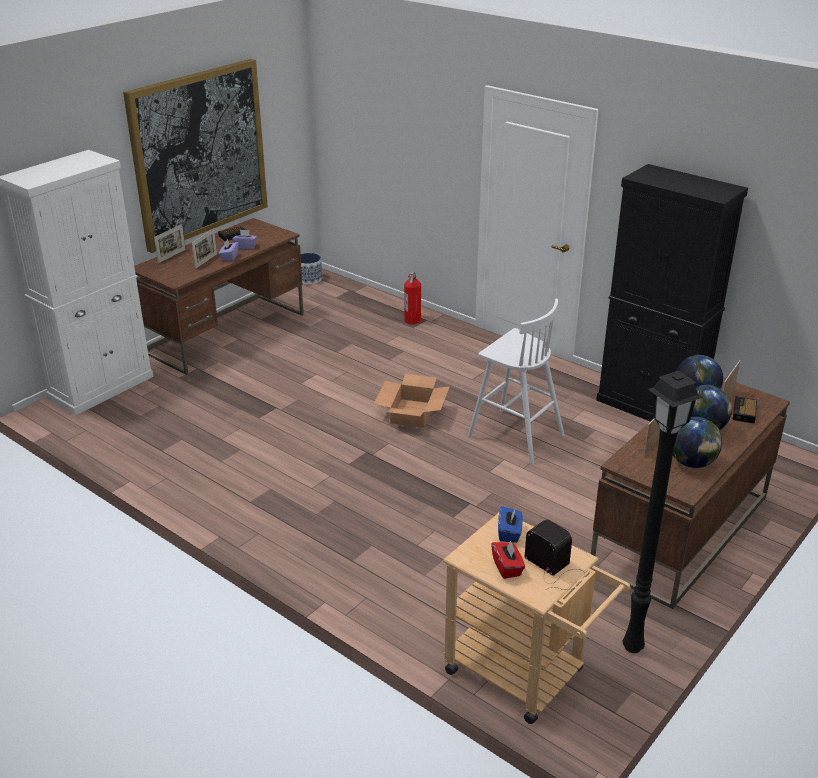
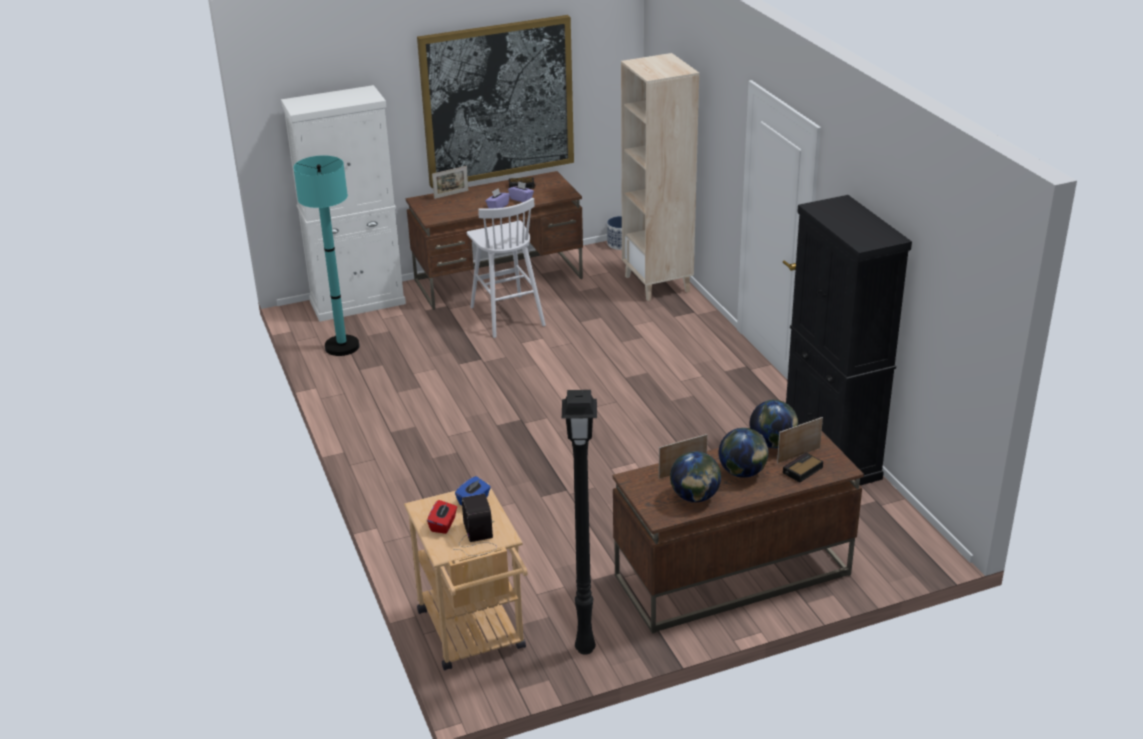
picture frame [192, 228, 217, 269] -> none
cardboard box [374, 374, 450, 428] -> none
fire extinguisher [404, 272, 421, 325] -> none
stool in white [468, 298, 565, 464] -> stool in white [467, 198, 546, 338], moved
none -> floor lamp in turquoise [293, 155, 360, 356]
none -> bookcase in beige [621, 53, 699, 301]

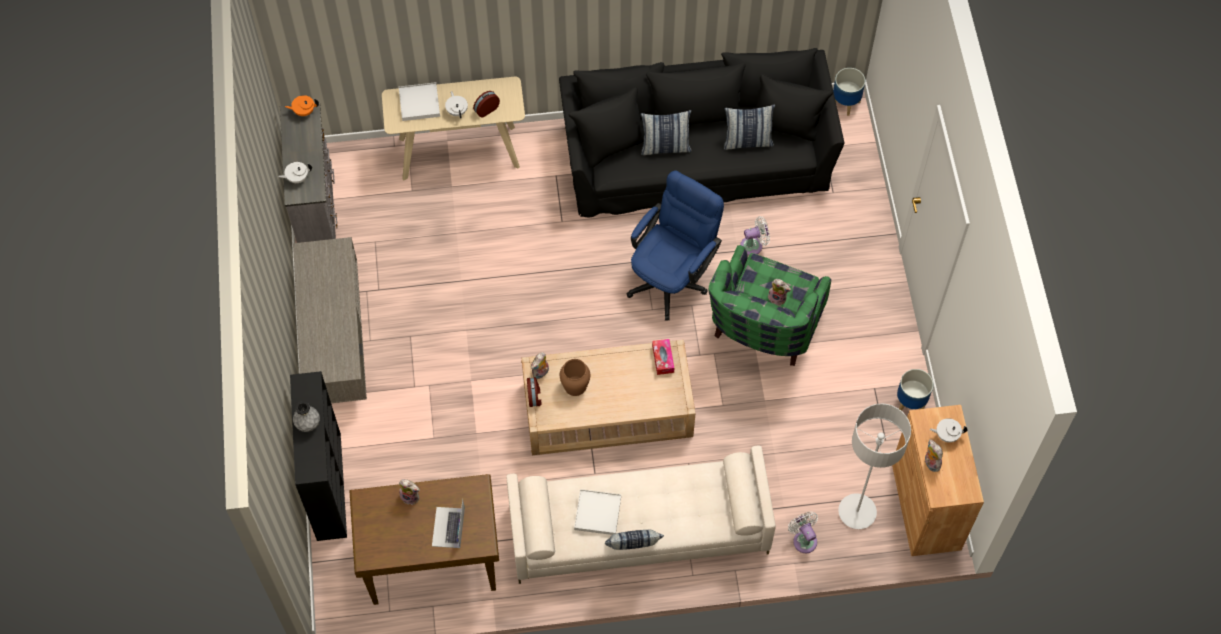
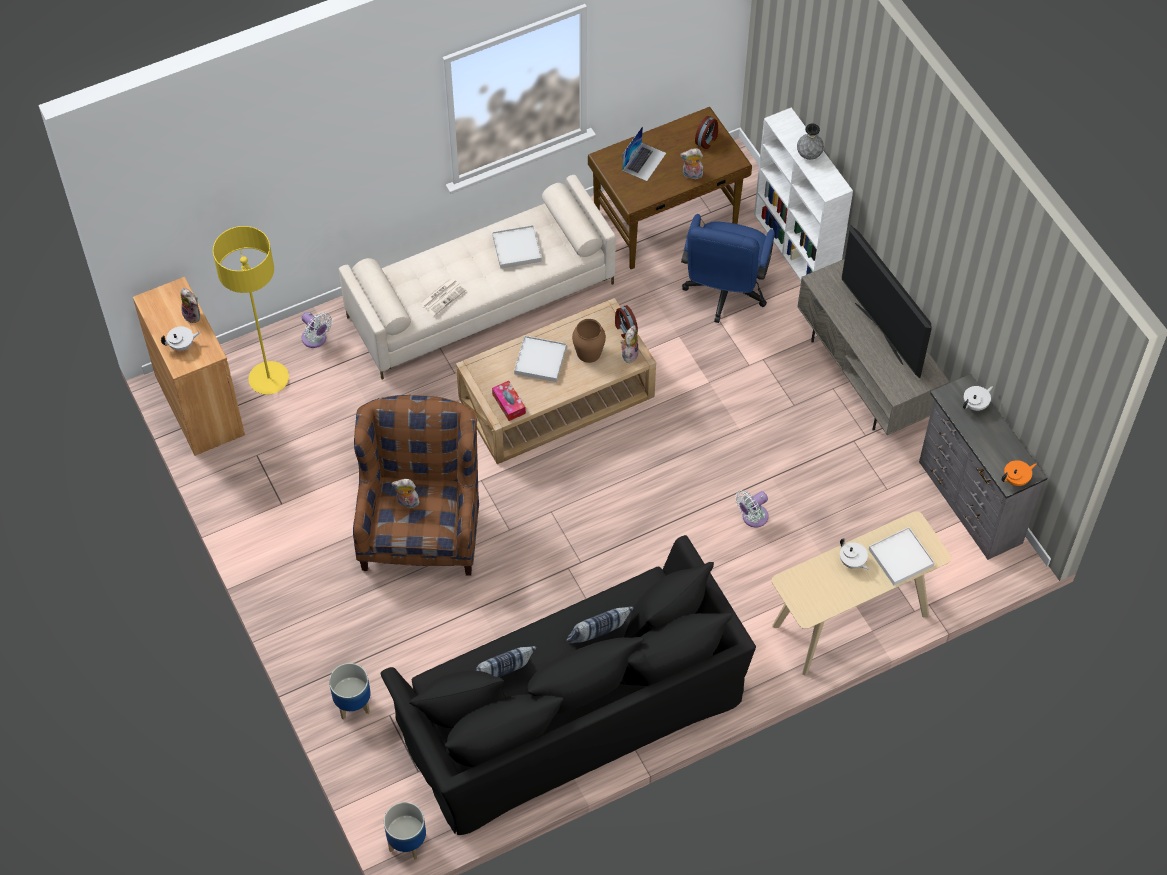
bookcase in black [290, 371, 347, 541] -> bookcase in white [754, 108, 853, 280]
laptop [432, 499, 465, 548] -> laptop [622, 126, 666, 181], 45 degrees clockwise
alarm clock [473, 91, 500, 117] -> alarm clock [695, 116, 718, 149], moved
pillow [605, 530, 664, 550] -> none
office chair in blue [627, 170, 724, 320] -> office chair in blue [681, 214, 775, 323], moved
armchair in green [708, 245, 831, 366] -> armchair in brown [353, 395, 479, 576]
fan in white [740, 216, 770, 256] -> fan in white [735, 490, 769, 527], moved
floor lamp in grey [838, 403, 911, 529] -> floor lamp in yellow [213, 226, 289, 395]
planter [897, 369, 933, 411] -> planter [329, 663, 371, 720], moved
none -> newspaper [419, 278, 466, 316]
none -> tray in white [514, 336, 567, 382]
none -> television [842, 225, 932, 378]

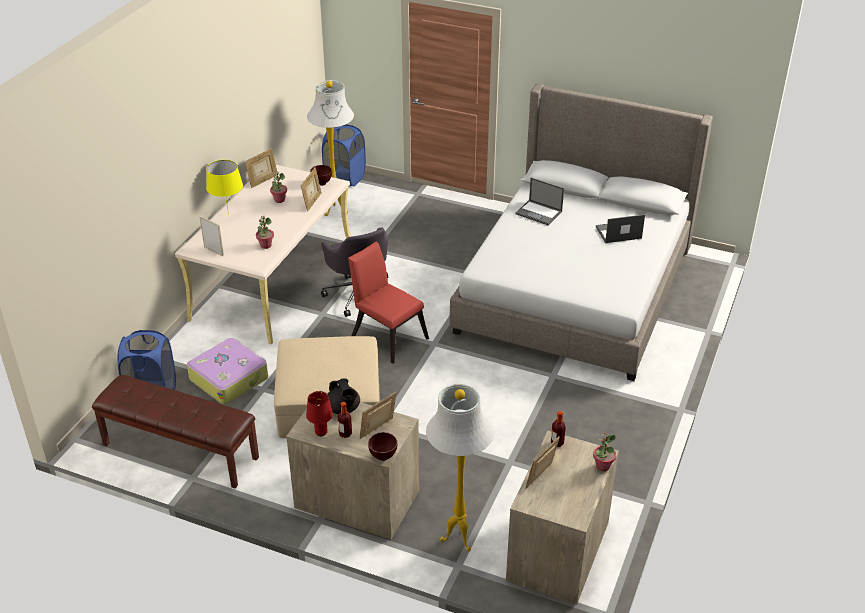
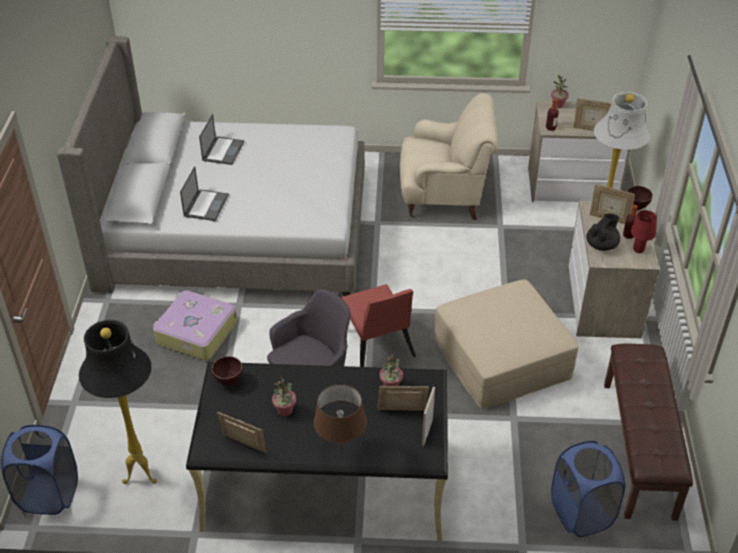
desk in beige [175, 165, 350, 345] -> desk in black [186, 362, 448, 542]
suitcase [187, 338, 268, 404] -> suitcase [153, 290, 237, 361], moved
table lamp in yellow [206, 160, 243, 215] -> table lamp in brown [314, 384, 367, 444]
picture frame [301, 167, 322, 211] -> picture frame [378, 386, 429, 411], moved
floor lamp in white [307, 80, 354, 216] -> floor lamp in black [79, 320, 157, 484]
chair in red [348, 242, 429, 364] -> chair in red [341, 284, 416, 367], 45 degrees counterclockwise
laptop [596, 214, 645, 243] -> laptop [199, 114, 244, 165], 135 degrees counterclockwise
none -> armchair in beige [400, 93, 498, 220]

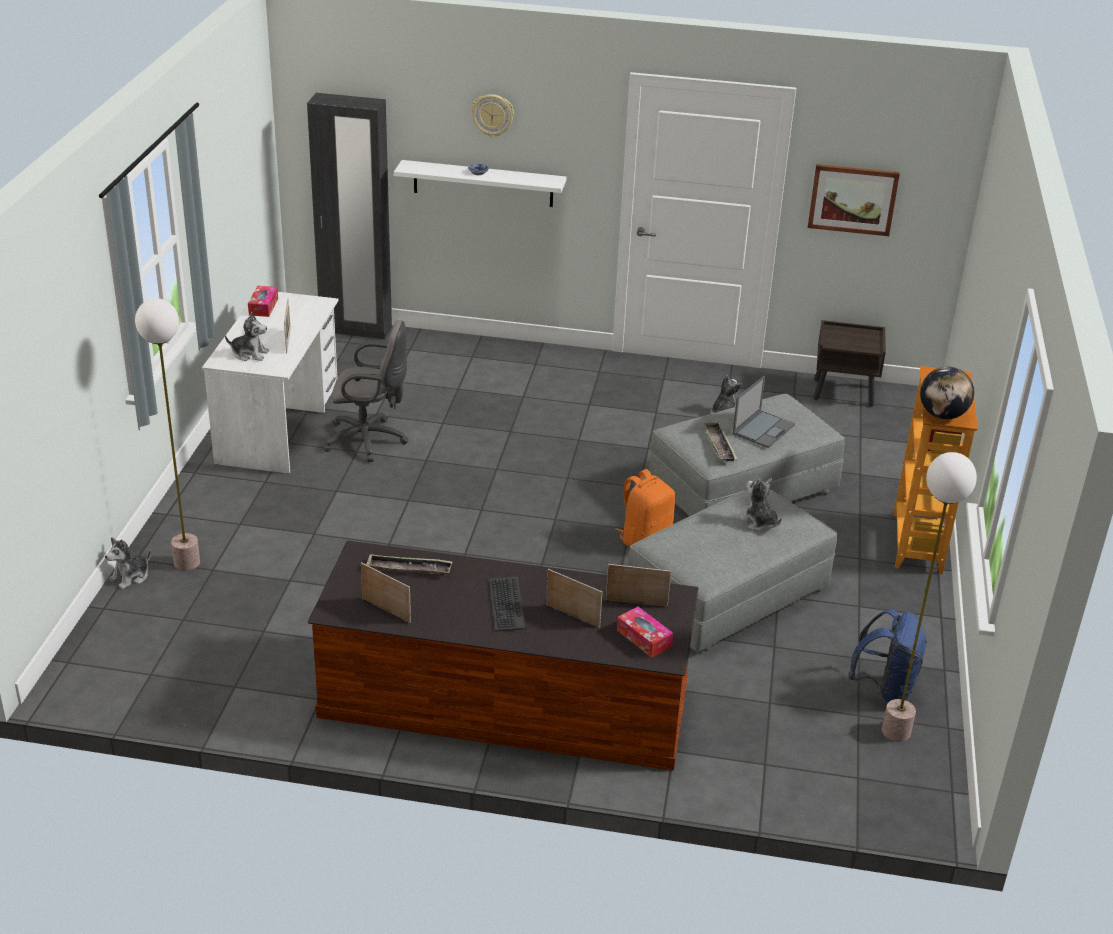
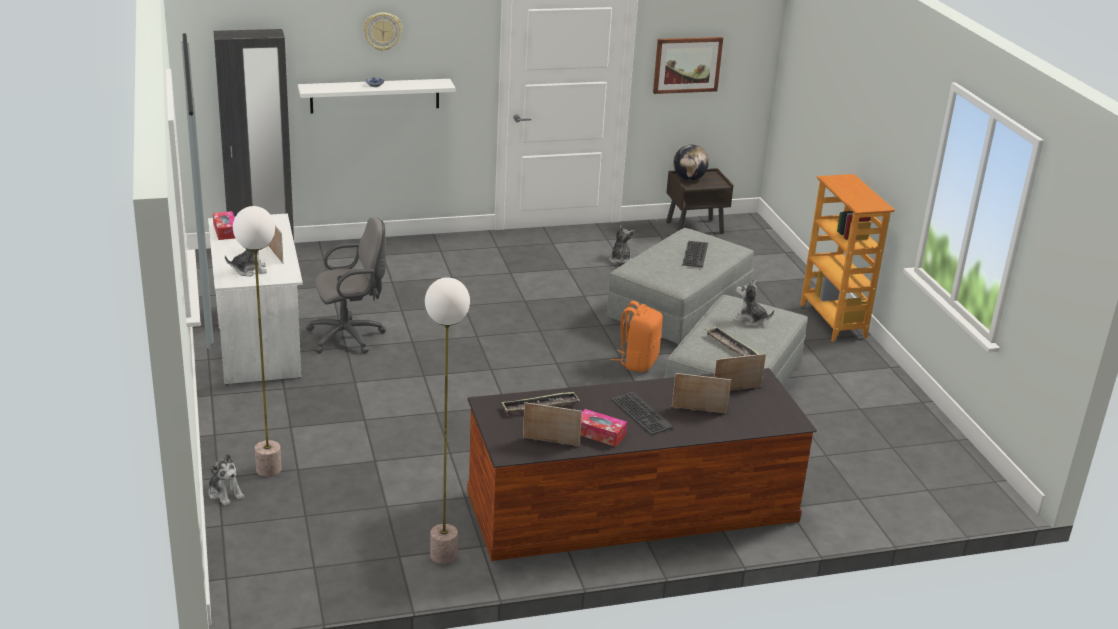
plush toy [105, 537, 151, 590] -> plush toy [209, 453, 244, 506], 60 degrees counterclockwise
tissue box [617, 607, 673, 658] -> tissue box [580, 409, 627, 447], moved
tray [703, 421, 737, 461] -> tray [705, 326, 759, 356], moved
laptop [732, 375, 795, 448] -> keyboard [682, 241, 708, 267]
backpack in blue [848, 609, 927, 706] -> none
floor lamp [882, 452, 977, 742] -> floor lamp [425, 278, 470, 564], moved
globe [920, 367, 974, 419] -> globe [673, 145, 709, 180], moved

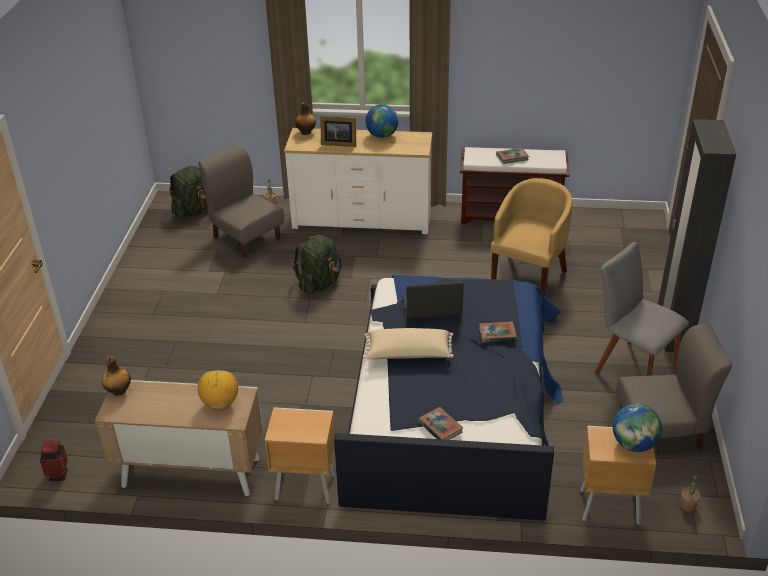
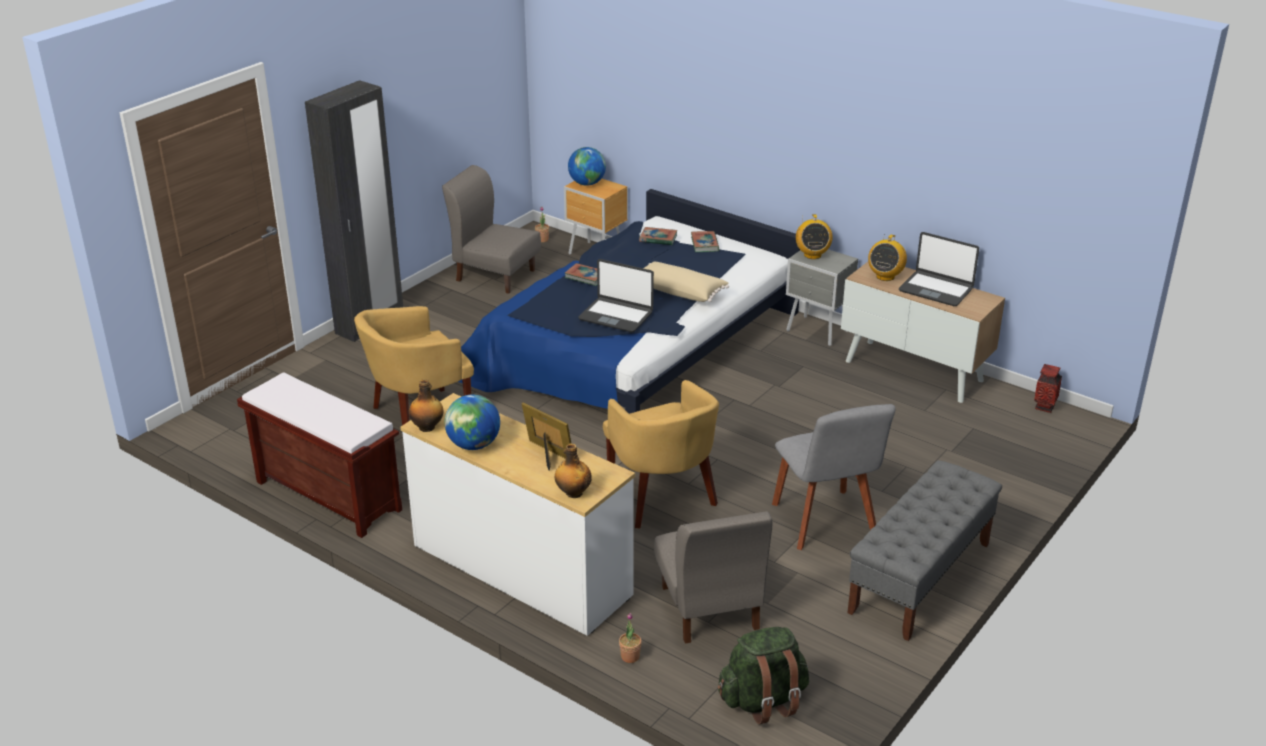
bottle [102, 356, 131, 396] -> bottle [409, 379, 444, 432], moved
nightstand in brown [265, 407, 335, 504] -> nightstand in grey [786, 249, 858, 346]
backpack in green [293, 235, 341, 294] -> armchair in yellow [603, 380, 719, 528]
book [496, 148, 529, 164] -> book [639, 227, 677, 245], moved
chair in grey [594, 242, 689, 376] -> chair in grey [772, 404, 896, 550], moved
none -> radio [796, 214, 833, 259]
none -> bench in grey [848, 460, 1002, 641]
none -> laptop [899, 232, 979, 306]

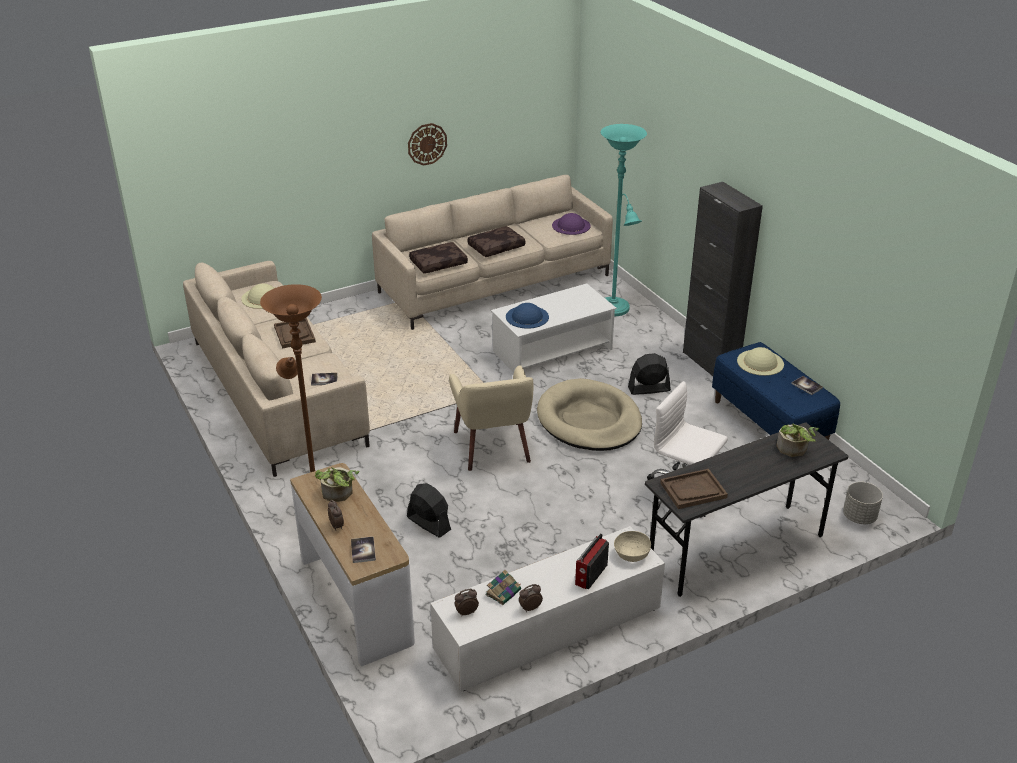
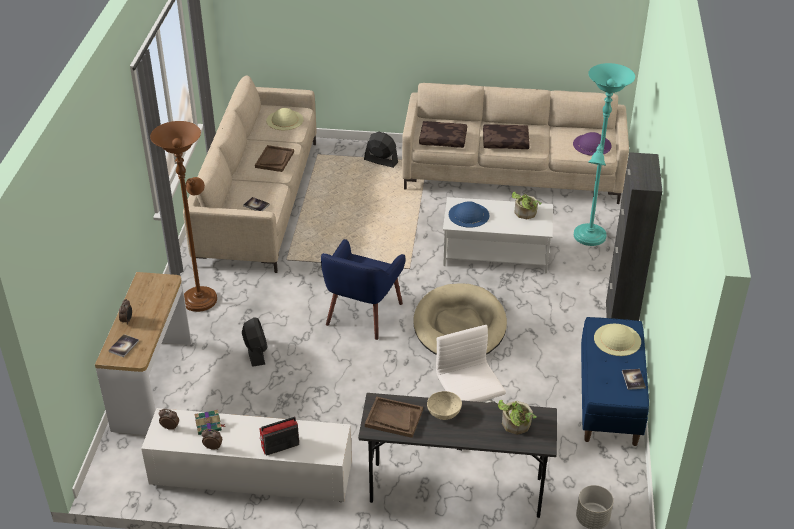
potted plant [315, 467, 359, 502] -> potted plant [512, 192, 542, 219], moved
wall clock [408, 123, 447, 166] -> none
armchair in beige [449, 365, 533, 471] -> armchair in blue [321, 239, 406, 340]
bowl in beige [614, 531, 651, 562] -> bowl in beige [427, 391, 462, 420], moved
fan in black [628, 353, 671, 395] -> fan in black [364, 132, 398, 168], moved

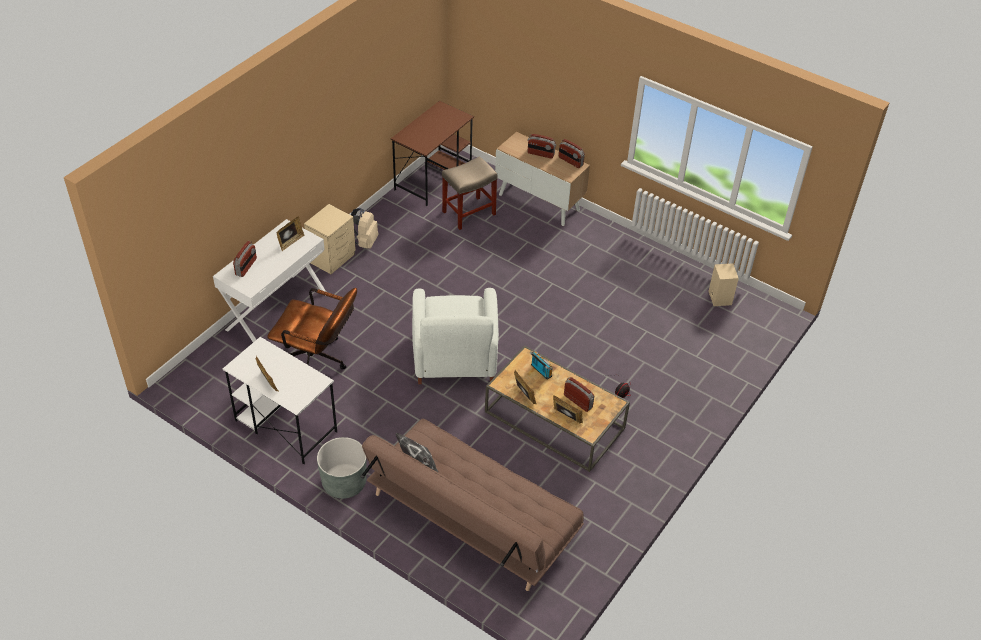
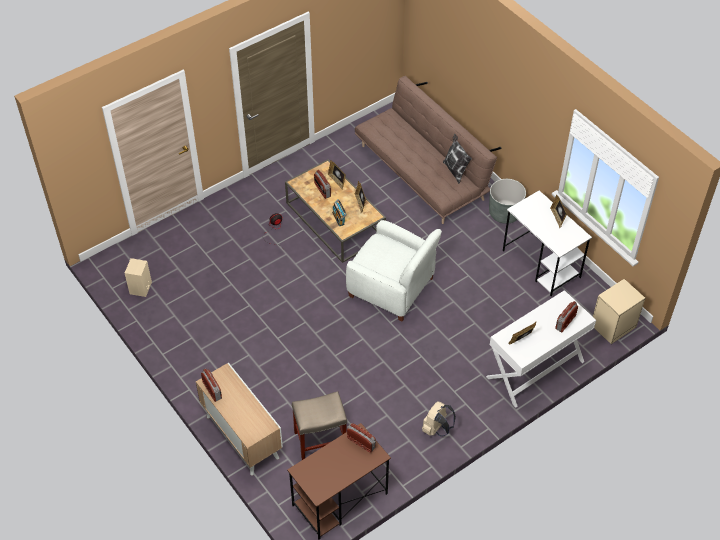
office chair in brown [267, 288, 357, 369] -> none
nightstand in beige [304, 204, 356, 274] -> nightstand in beige [593, 279, 645, 344], moved
armchair in white [412, 288, 499, 384] -> armchair in white [346, 220, 442, 321], 105 degrees clockwise
radio [527, 134, 556, 159] -> radio [347, 423, 376, 453], moved

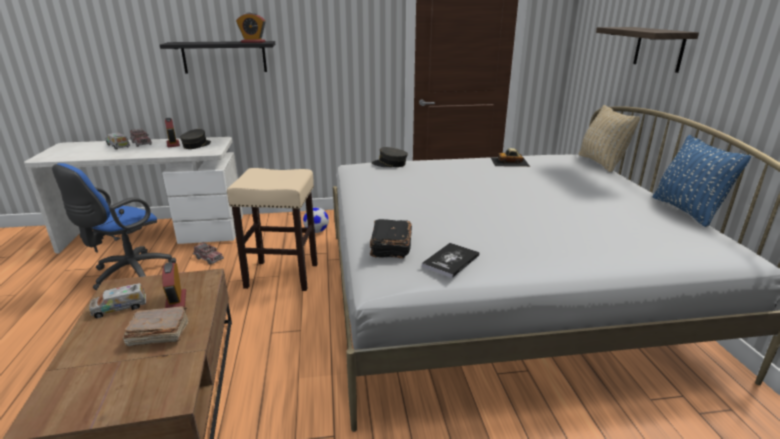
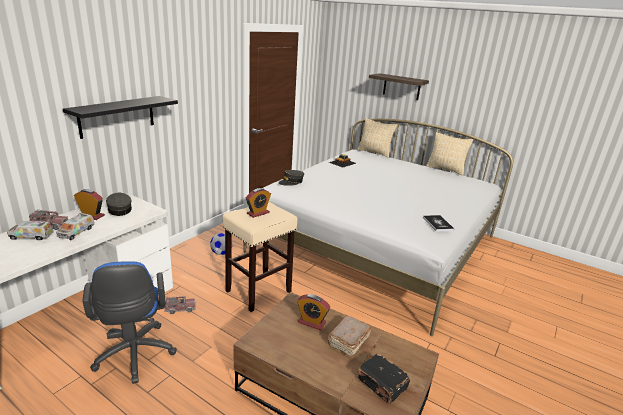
toy truck [89, 283, 146, 318] -> toy truck [56, 213, 95, 240], moved
alarm clock [236, 12, 266, 43] -> alarm clock [246, 188, 271, 218], moved
book in black [370, 219, 412, 259] -> book in black [358, 354, 410, 404], moved
pillow in blue [653, 135, 751, 227] -> pillow in beige [426, 132, 473, 175]

